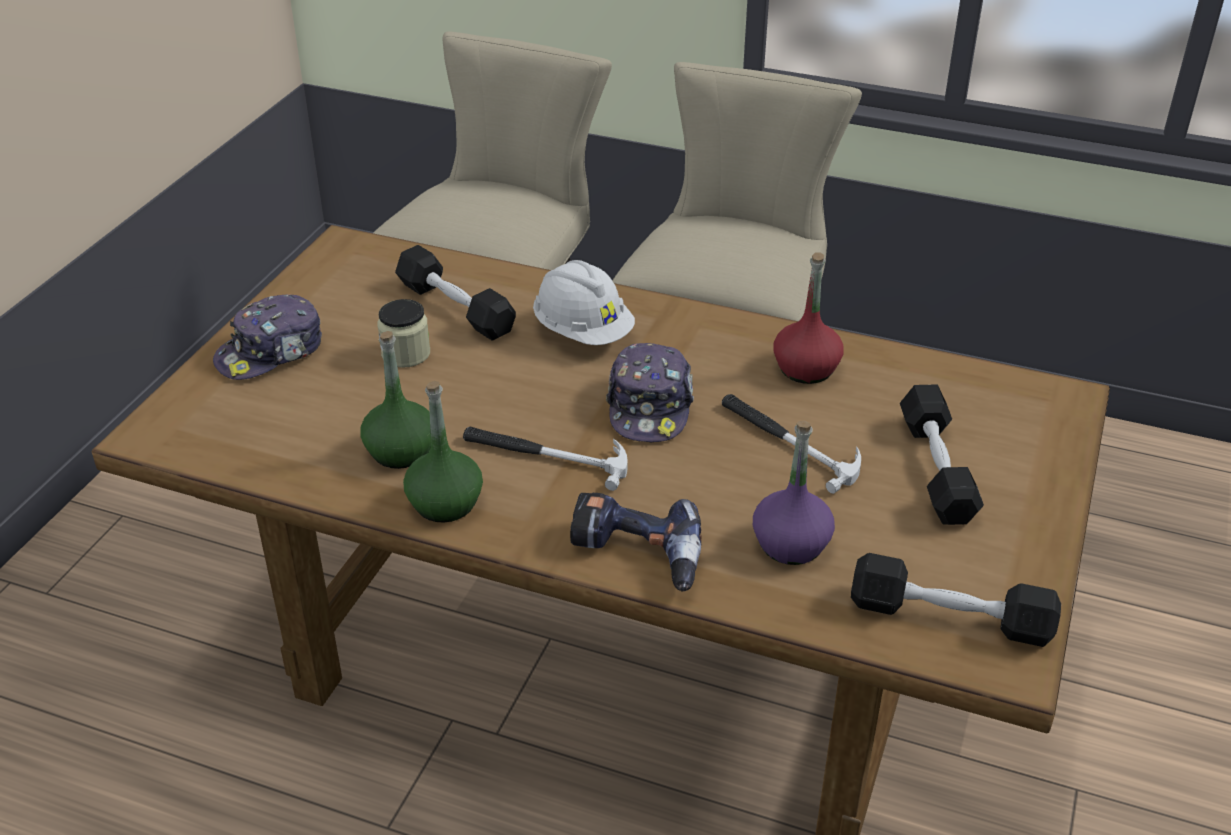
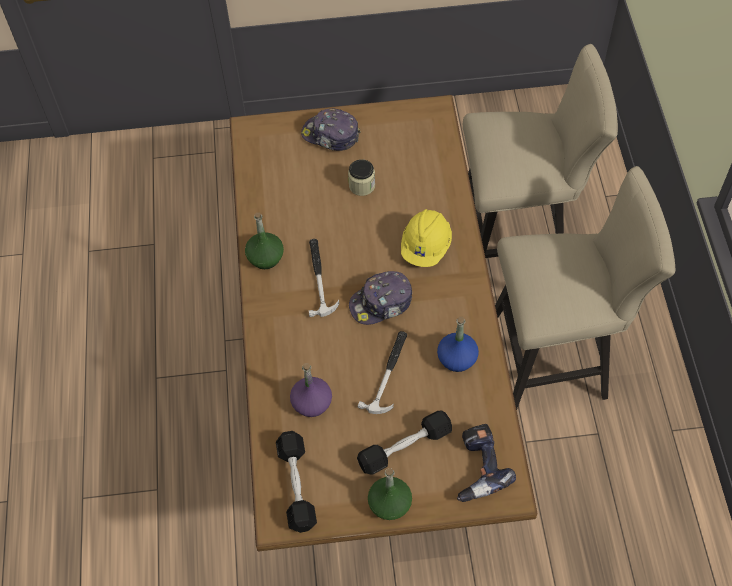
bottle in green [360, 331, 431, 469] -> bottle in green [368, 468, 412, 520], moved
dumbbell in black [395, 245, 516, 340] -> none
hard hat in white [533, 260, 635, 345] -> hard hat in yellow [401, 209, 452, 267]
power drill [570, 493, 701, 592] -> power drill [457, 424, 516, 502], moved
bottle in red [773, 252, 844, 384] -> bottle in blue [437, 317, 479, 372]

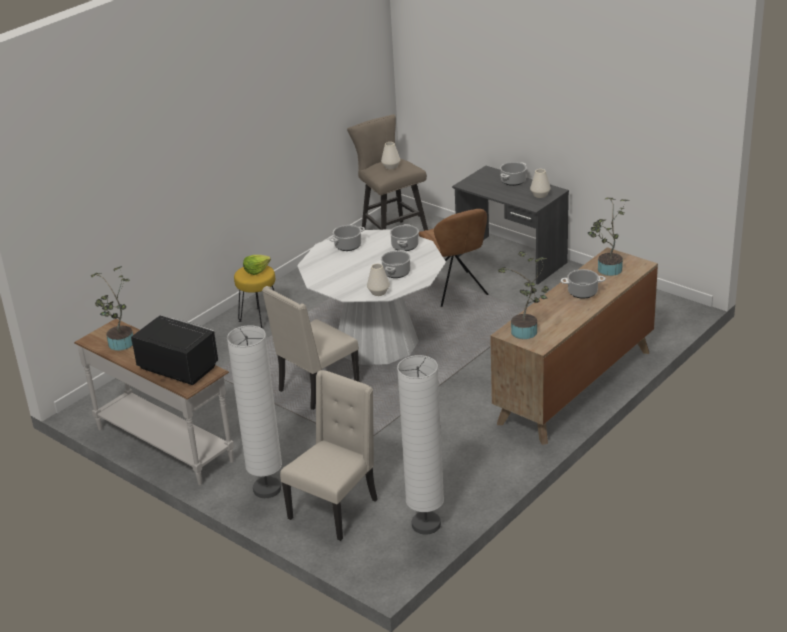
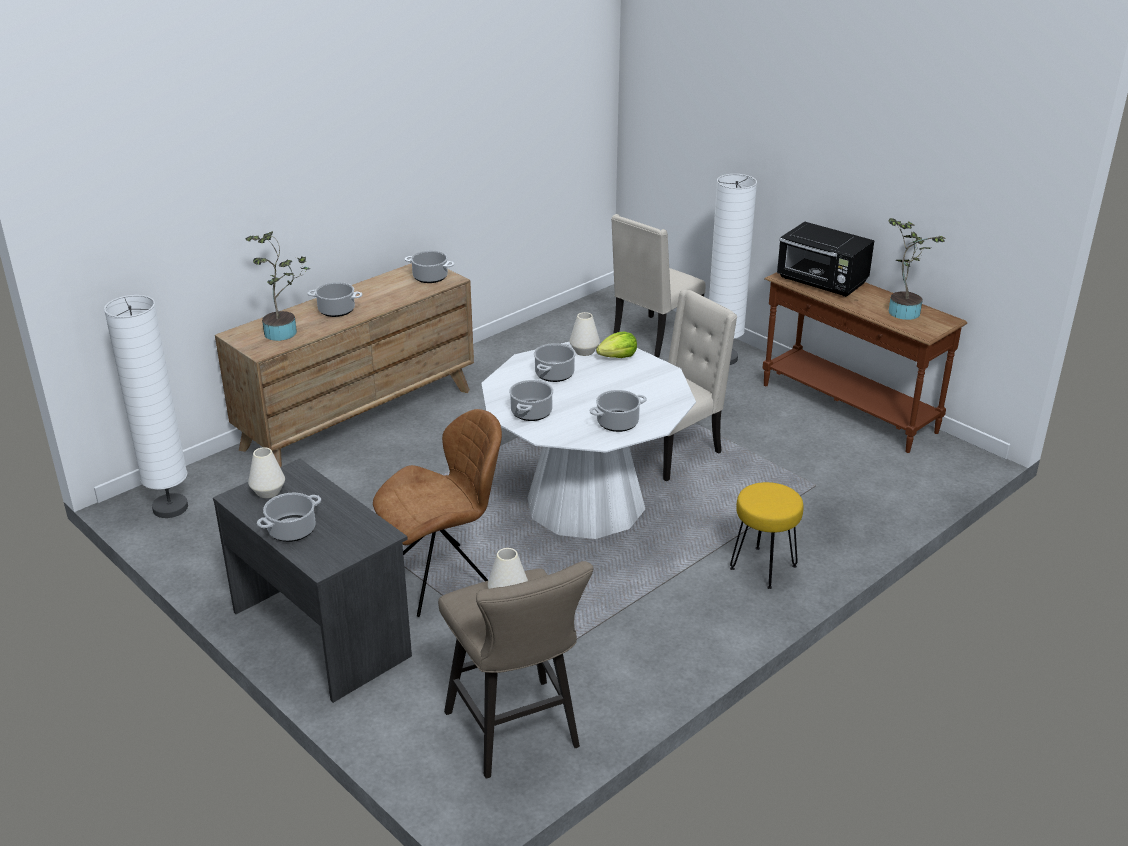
console table in white [74, 319, 234, 485] -> console table in brown [763, 272, 967, 453]
lettuce [243, 255, 271, 275] -> lettuce [596, 331, 637, 358], moved
floor lamp in white [397, 355, 444, 535] -> floor lamp in white [104, 295, 188, 518], moved
chair in brown [419, 209, 489, 307] -> chair in brown [373, 409, 502, 617], 75 degrees clockwise
potted plant [498, 251, 549, 339] -> cooking pot [405, 251, 454, 283]

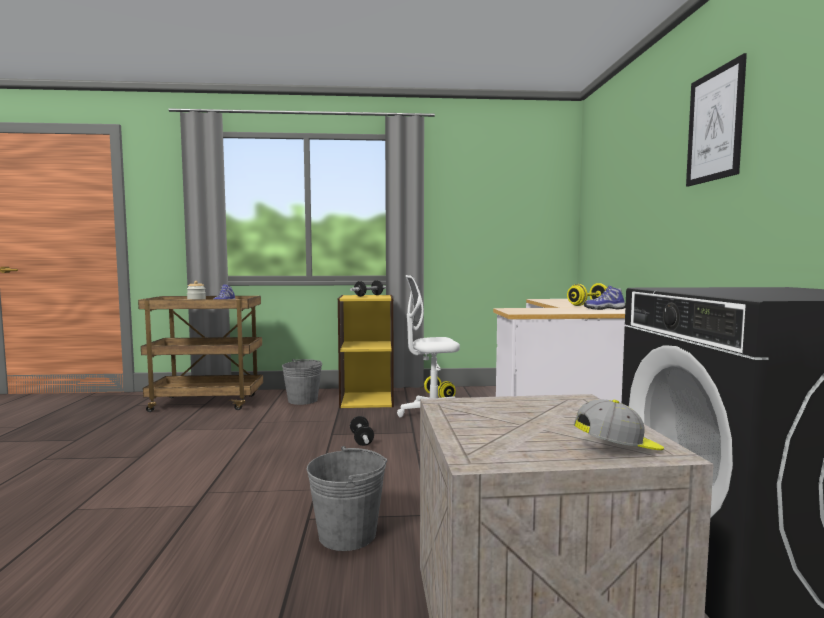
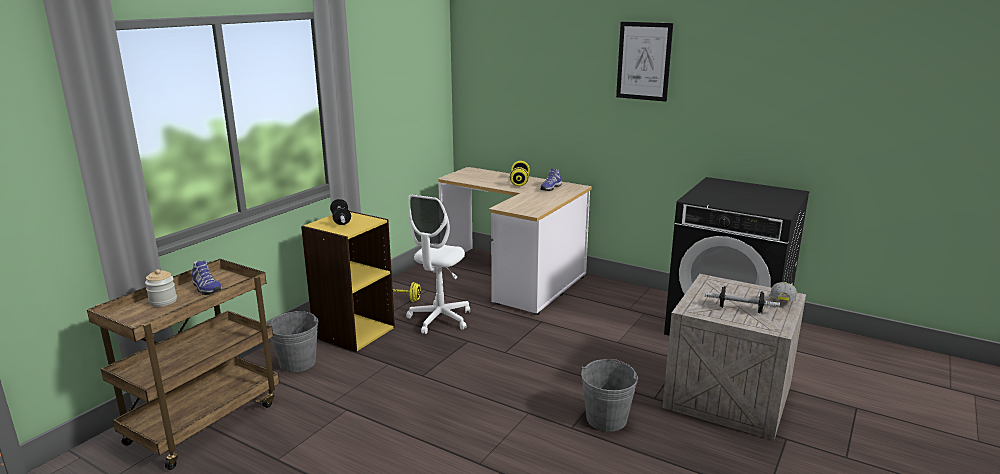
dumbbell [350, 416, 374, 446] -> dumbbell [705, 286, 780, 313], moved

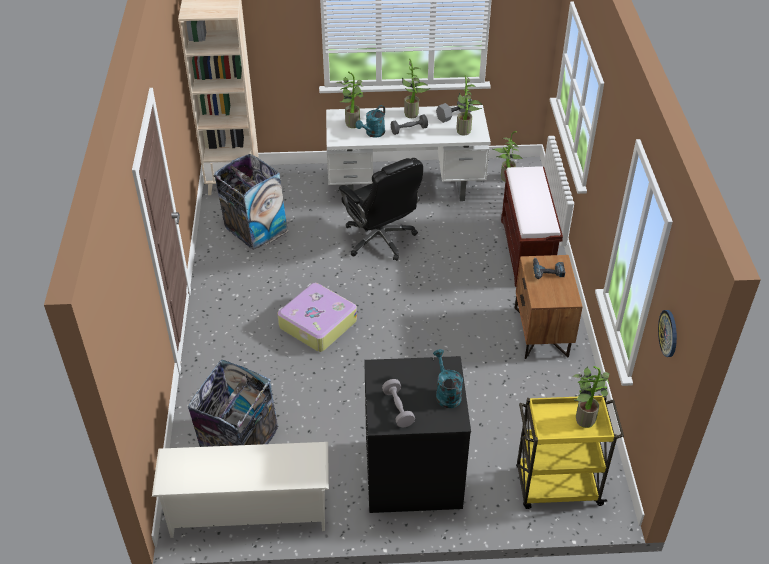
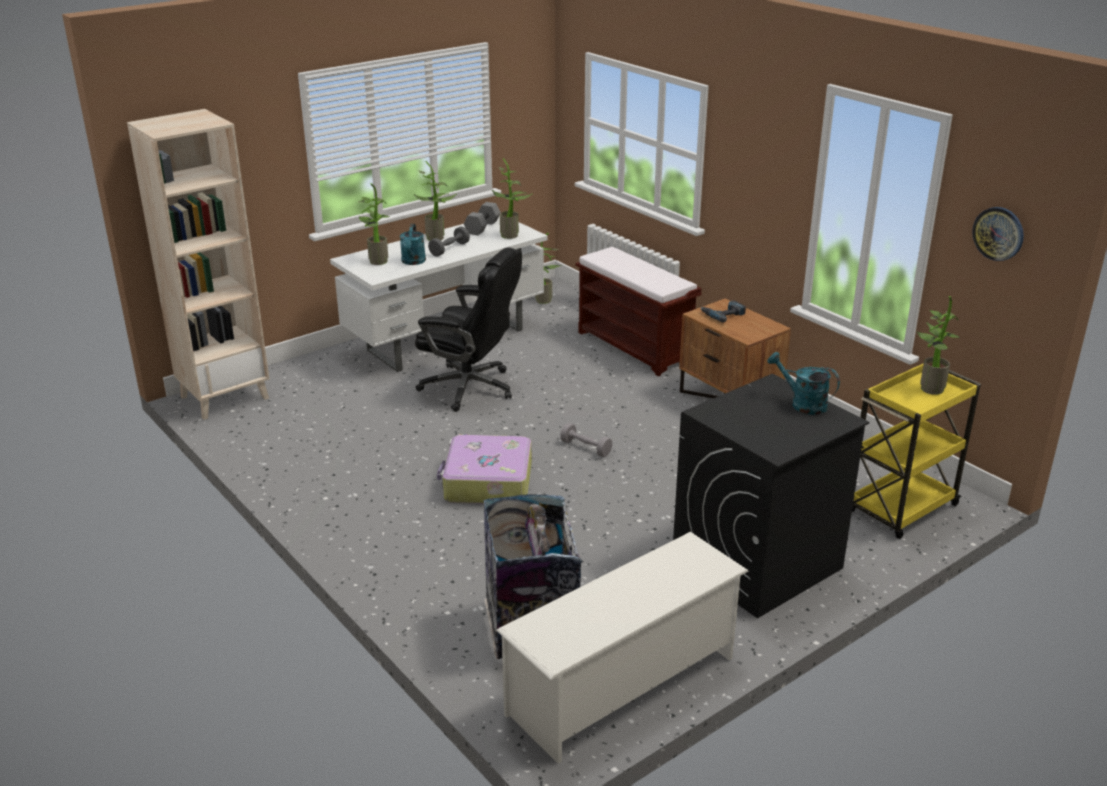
trash can [214, 154, 289, 250] -> none
dumbbell in grey [382, 379, 415, 427] -> dumbbell in grey [560, 423, 612, 457], moved

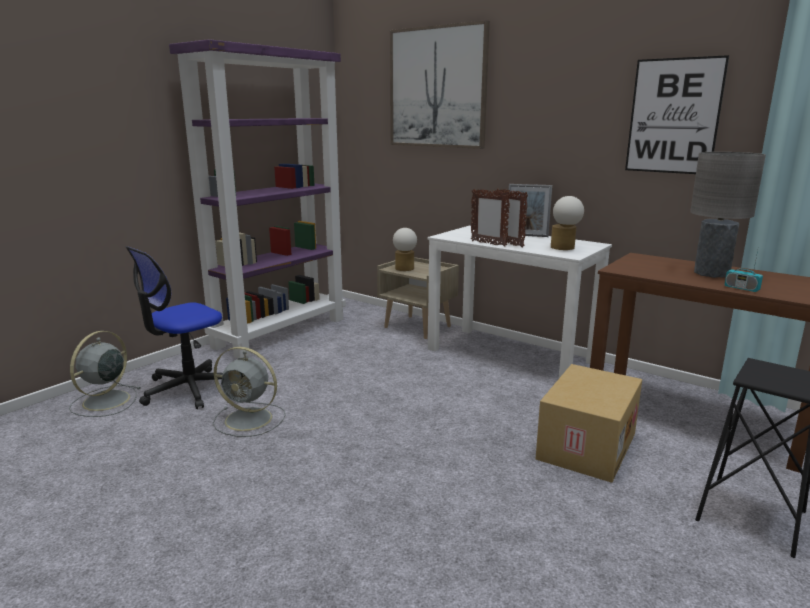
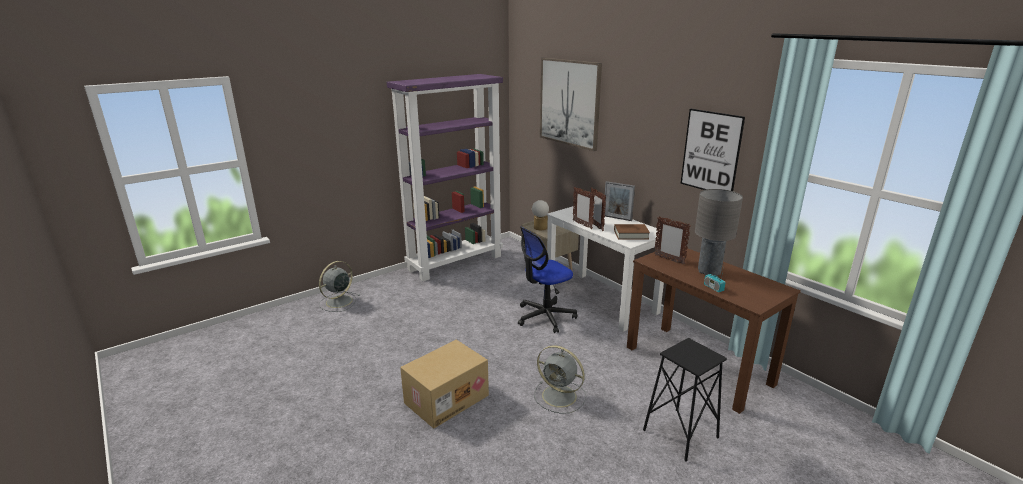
office chair [125, 246, 223, 409] -> office chair [518, 227, 577, 333], moved
fan in grey [213, 347, 285, 437] -> fan in grey [534, 345, 586, 414], moved
cardboard box [536, 364, 642, 483] -> cardboard box [400, 340, 489, 429], moved
table lamp [551, 196, 584, 250] -> book in brown [614, 224, 650, 240]
none -> picture frame [654, 216, 690, 265]

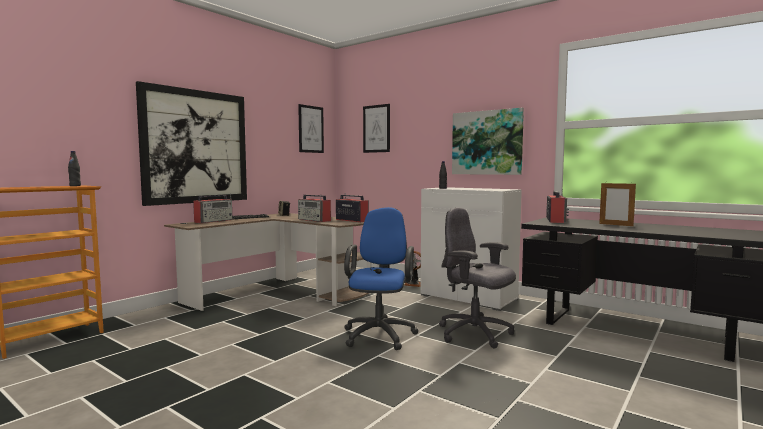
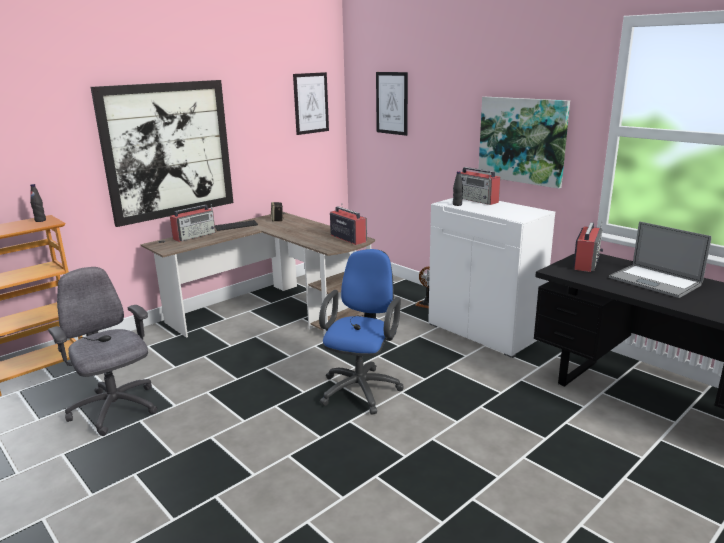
radio [298, 195, 331, 222] -> radio [461, 167, 500, 205], moved
office chair in grey [439, 208, 516, 349] -> office chair in grey [48, 267, 157, 436], moved
picture frame [599, 182, 636, 226] -> laptop [609, 221, 712, 298]

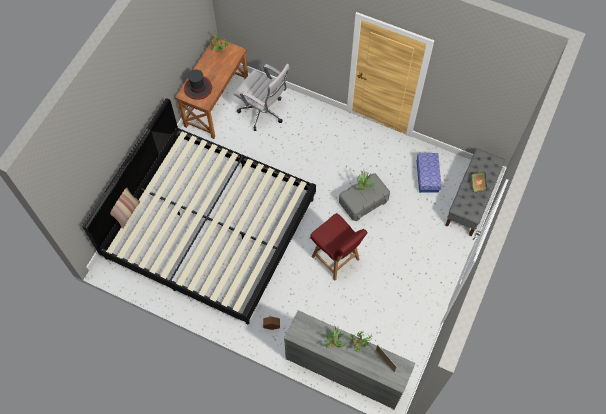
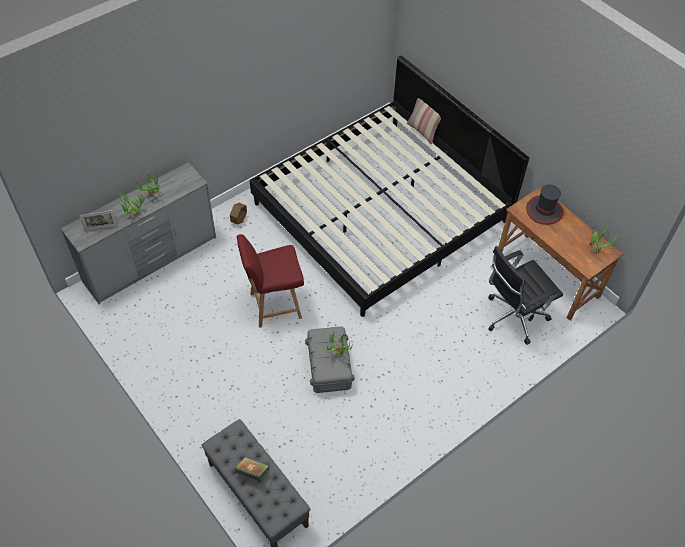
office chair in white [233, 64, 289, 131] -> office chair in black [488, 246, 563, 345]
storage box [417, 153, 442, 193] -> none

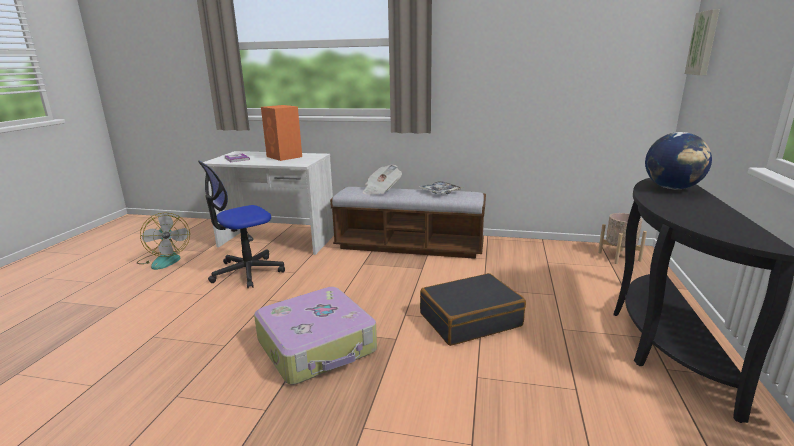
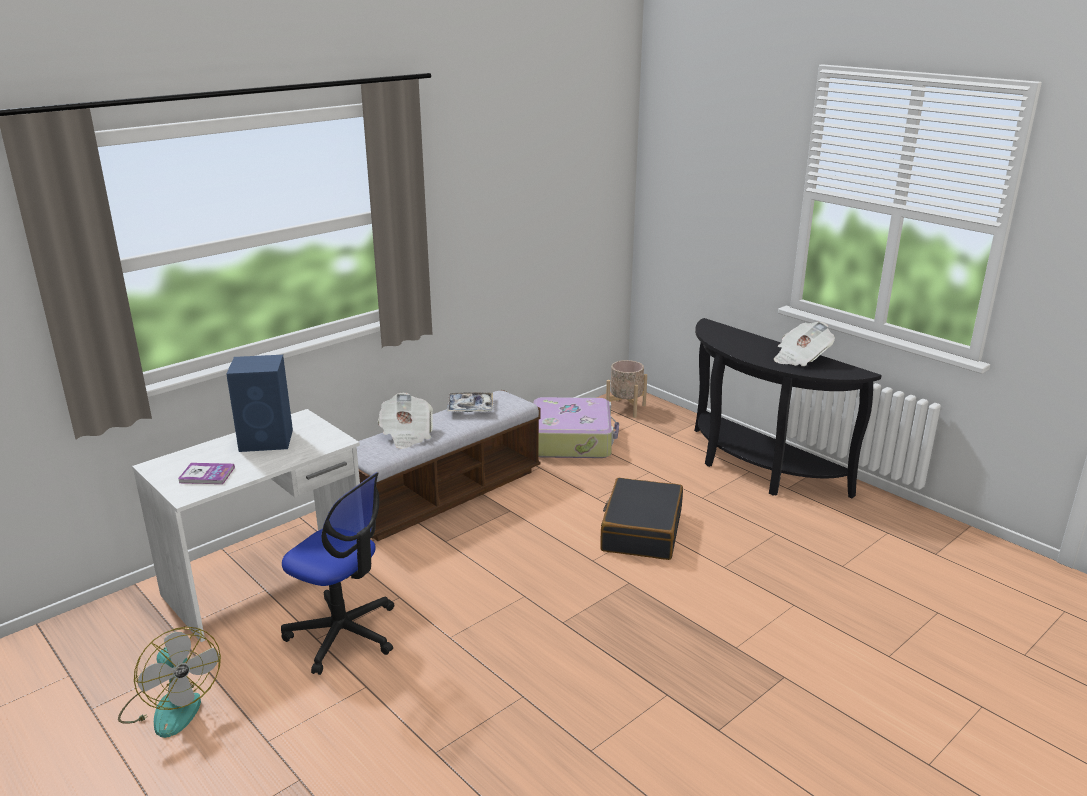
fan [137, 212, 190, 270] -> fan [118, 627, 221, 738], 45 degrees clockwise
office chair [198, 160, 285, 288] -> office chair [281, 472, 394, 675], 60 degrees counterclockwise
suitcase [254, 287, 377, 385] -> suitcase [533, 397, 619, 458], moved
speaker in orange [261, 105, 302, 161] -> speaker in blue [226, 355, 293, 452]
globe [645, 132, 712, 189] -> none
picture [685, 9, 720, 75] -> none
none -> newspaper [774, 322, 835, 366]

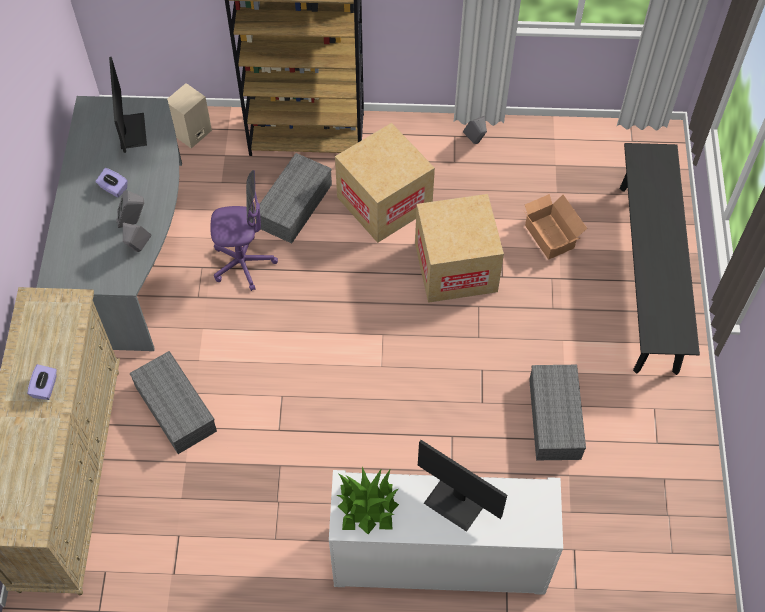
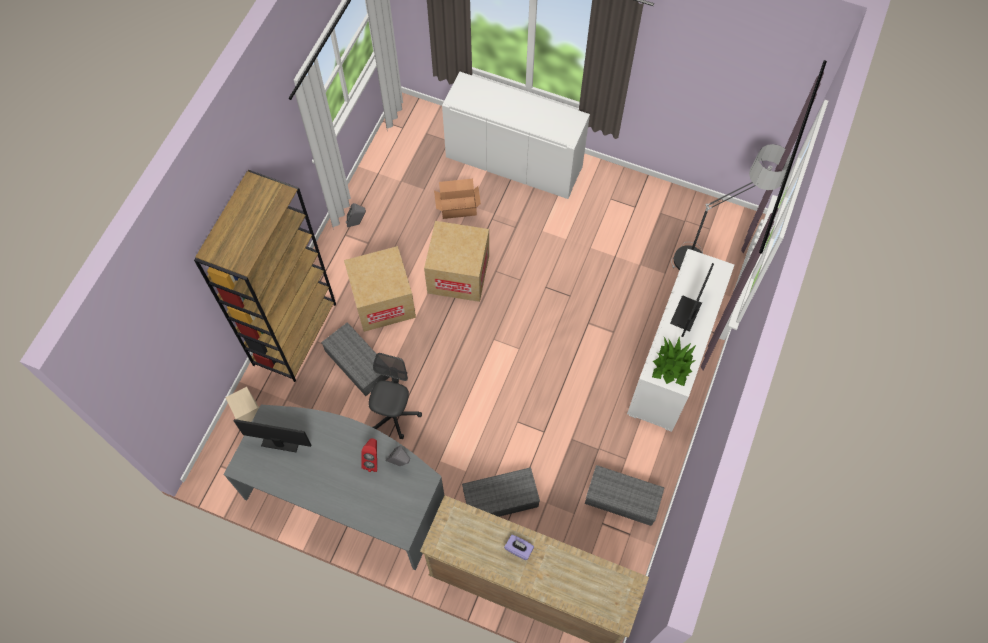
tissue box in purple [96, 168, 128, 197] -> none
speaker in grey [116, 190, 144, 228] -> speaker in red [361, 438, 377, 472]
office chair in purple [210, 170, 278, 291] -> office chair in grey [368, 353, 422, 439]
monitor [418, 440, 507, 532] -> monitor [670, 263, 714, 337], 150 degrees clockwise
storage box in grey [529, 365, 586, 460] -> storage box in grey [585, 465, 665, 526], moved
bench in black [619, 143, 700, 375] -> cabinet in white [442, 72, 590, 199]
none -> floor lamp [671, 144, 791, 270]

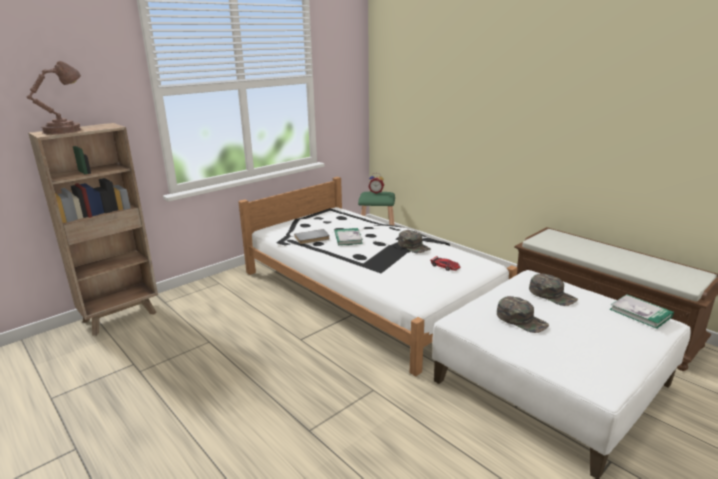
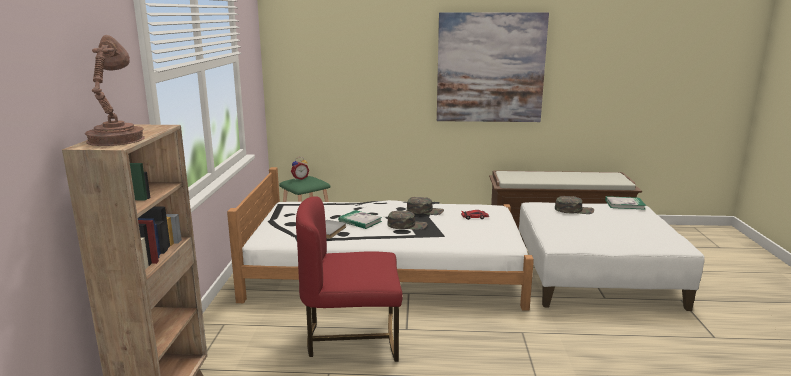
cap in green [497, 296, 549, 333] -> cap in green [387, 211, 427, 230], moved
none -> chair in red [296, 196, 403, 362]
none -> picture [437, 12, 549, 122]

